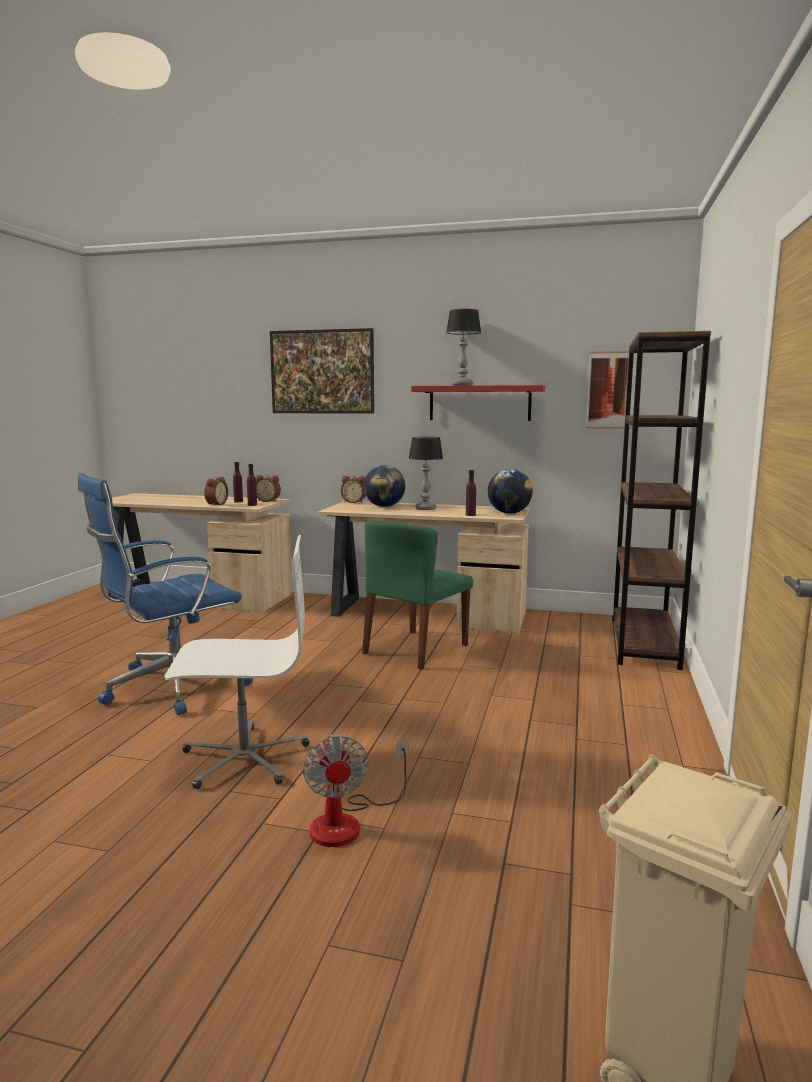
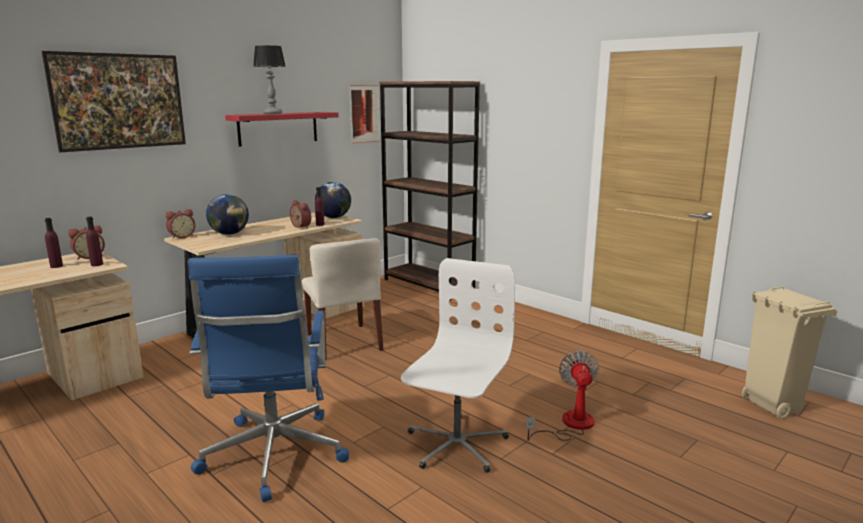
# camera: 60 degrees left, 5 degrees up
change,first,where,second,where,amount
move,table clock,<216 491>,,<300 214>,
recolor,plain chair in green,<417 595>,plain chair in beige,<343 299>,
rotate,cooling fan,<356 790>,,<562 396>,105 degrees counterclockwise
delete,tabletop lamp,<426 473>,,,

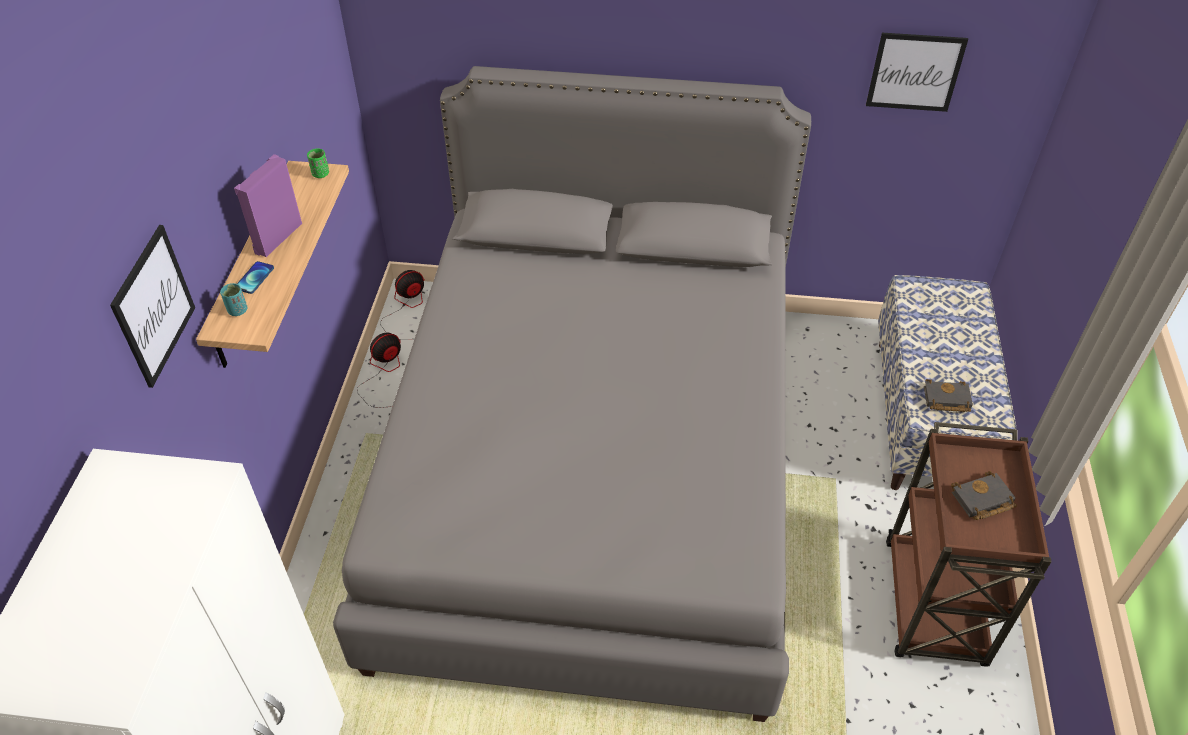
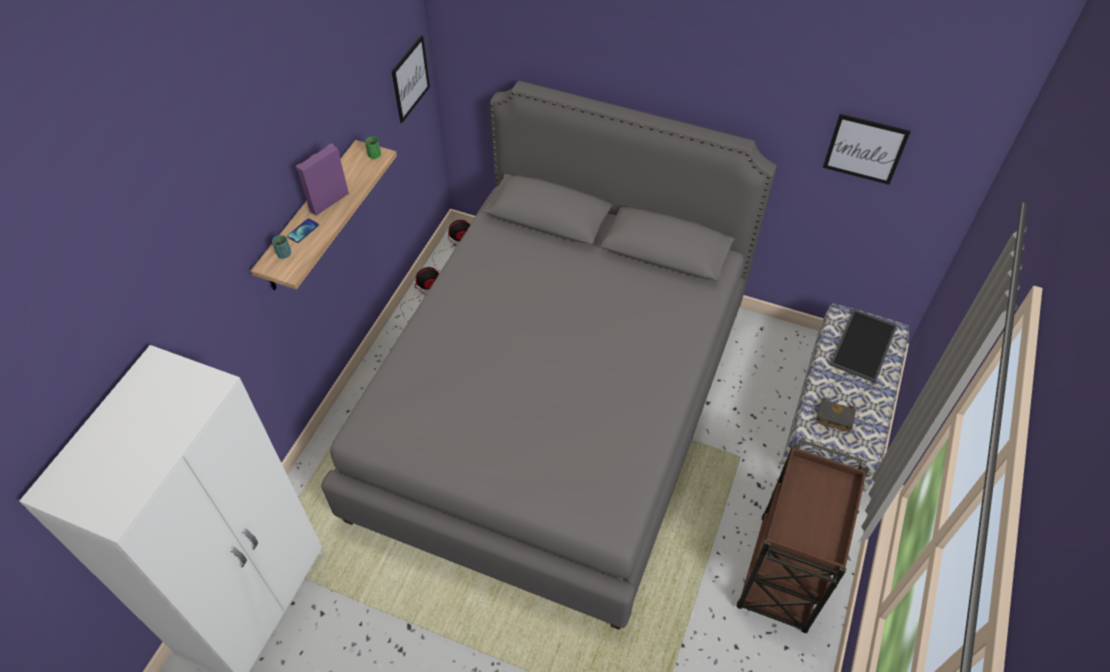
# camera: 15 degrees right, 5 degrees up
change,first,where,second,where,amount
move,picture,<152 306>,,<411 79>,
insert,,,tray,<864 346>,
delete,volume in blackish,<984 495>,,,

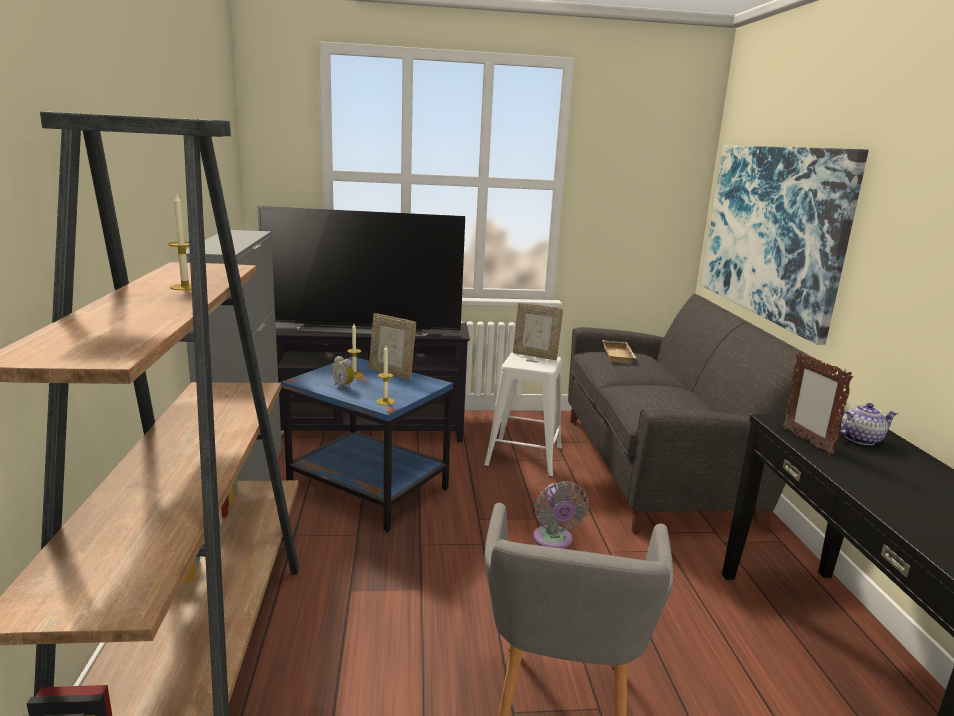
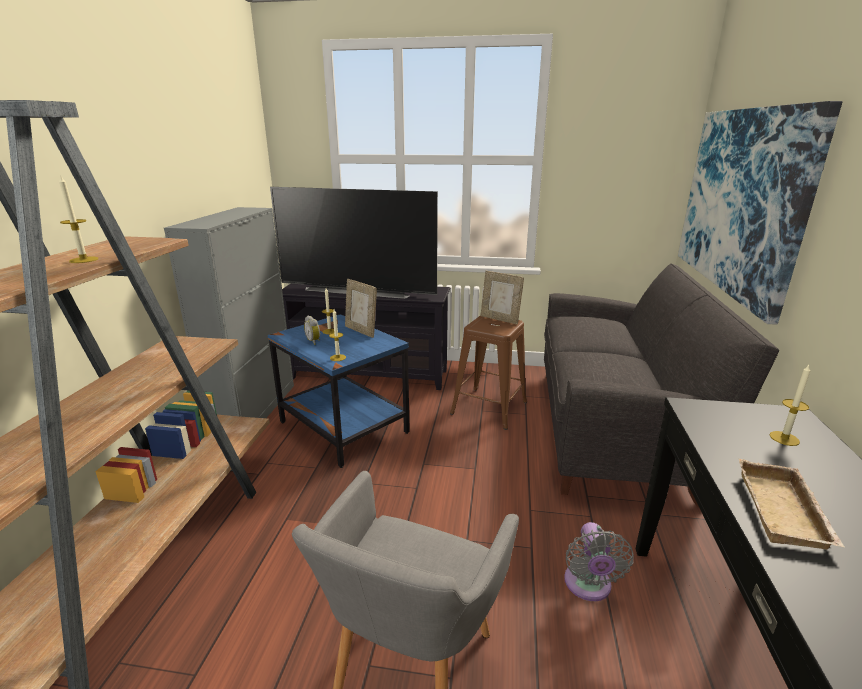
# camera: 15 degrees right, 5 degrees up
change,first,where,second,where,amount
recolor,sitting stool in whitish,<523 415>,sitting stool in brown-coloured,<488 372>,
move,cooling fan in greyish,<561 515>,,<599 561>,
move,tray in beige,<619 351>,,<792 504>,
replace,pot for tea,<868 424>,candle,<790 405>,
delete,standing frame,<818 403>,,,

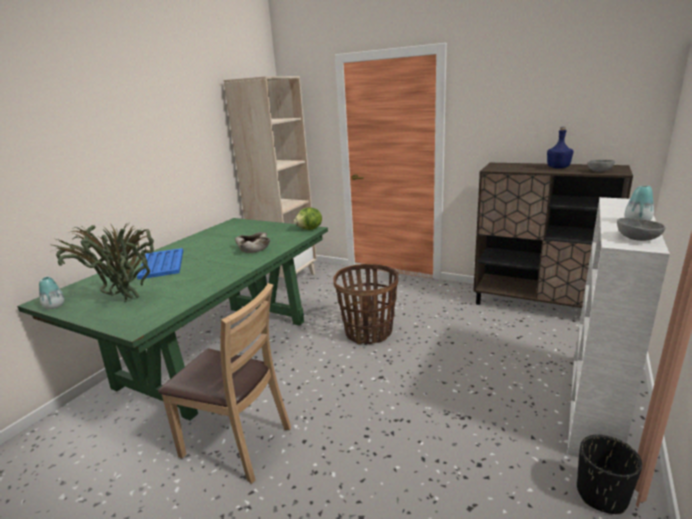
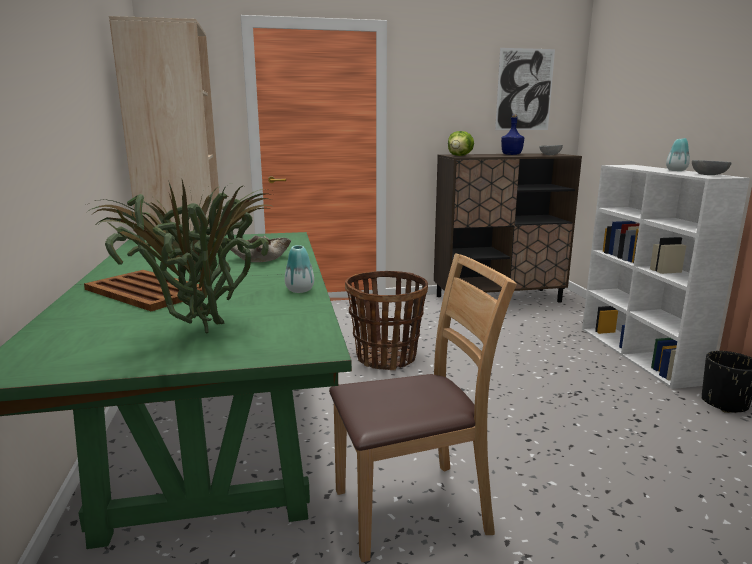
# camera: 40 degrees left, 5 degrees down
change,first,where,second,where,amount
recolor,tray in blue,<160 264>,tray in brown-coloured,<143 290>,
move,vase,<52 292>,,<299 269>,
move,lettuce,<308 218>,,<461 143>,
insert,,,picture,<525 89>,

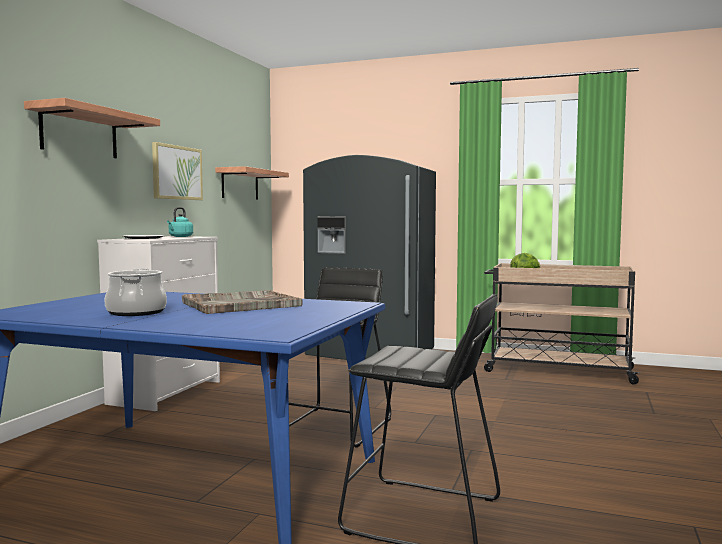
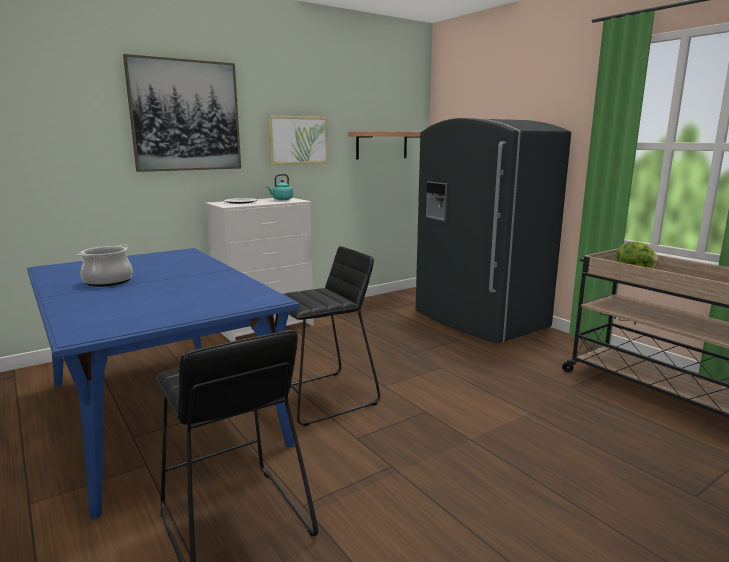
# camera: 35 degrees right, 10 degrees up
change,first,where,second,where,amount
replace,bracket shelf,<92 128>,picture,<182 113>,
delete,tray in greyish,<242 302>,,,

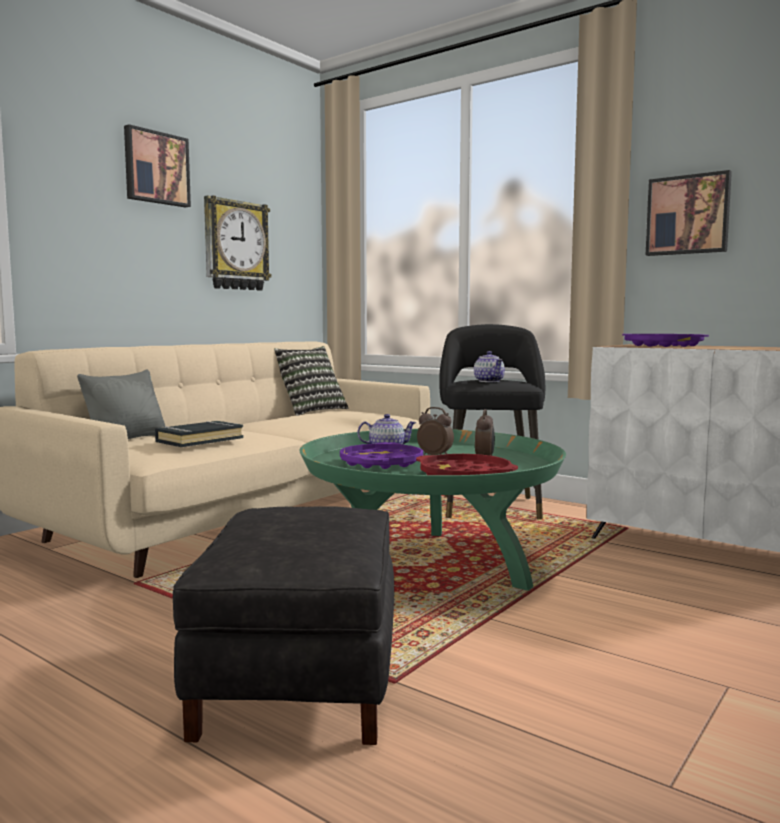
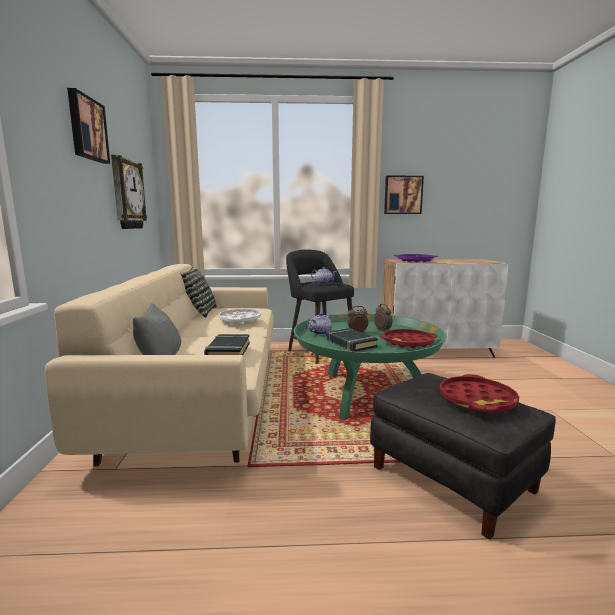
# camera: 40 degrees left, 5 degrees up
change,first,where,second,where,amount
insert,,,tray in whitish,<239 315>,
replace,tray in purple-coloured,<381 455>,volume in blackish,<352 340>,
insert,,,tray in red,<479 393>,

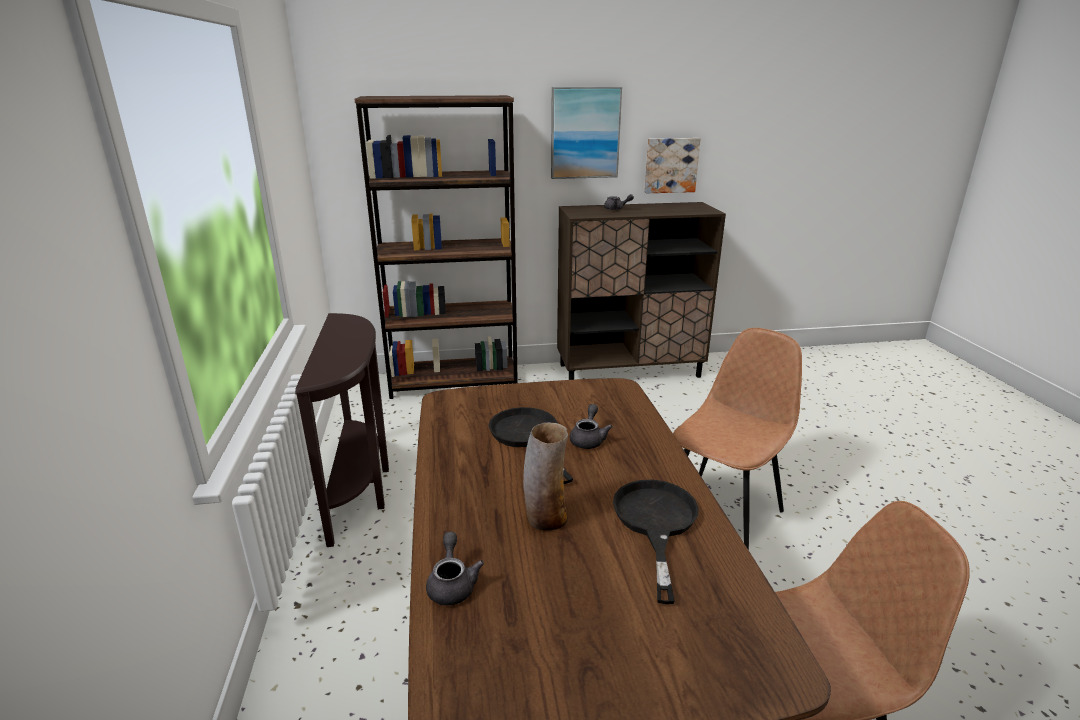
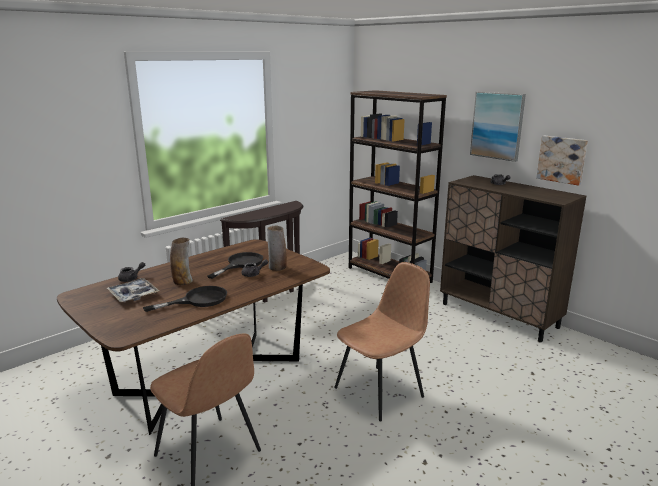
# camera: 55 degrees right, 5 degrees down
change,first,where,second,where,amount
insert,,,tray,<133 290>,
insert,,,vase,<277 248>,
rotate,plain chair in brown-coloured,<737 439>,,<382 341>,45 degrees counterclockwise

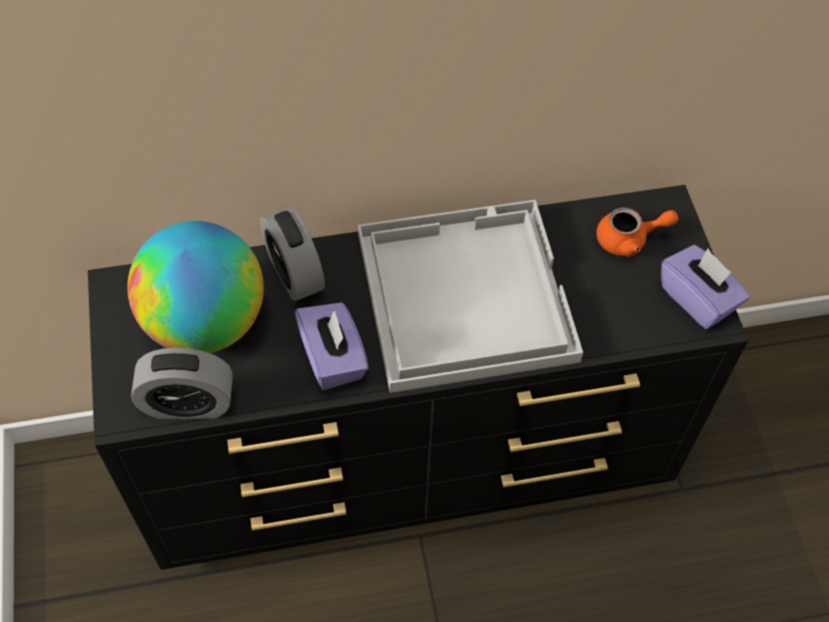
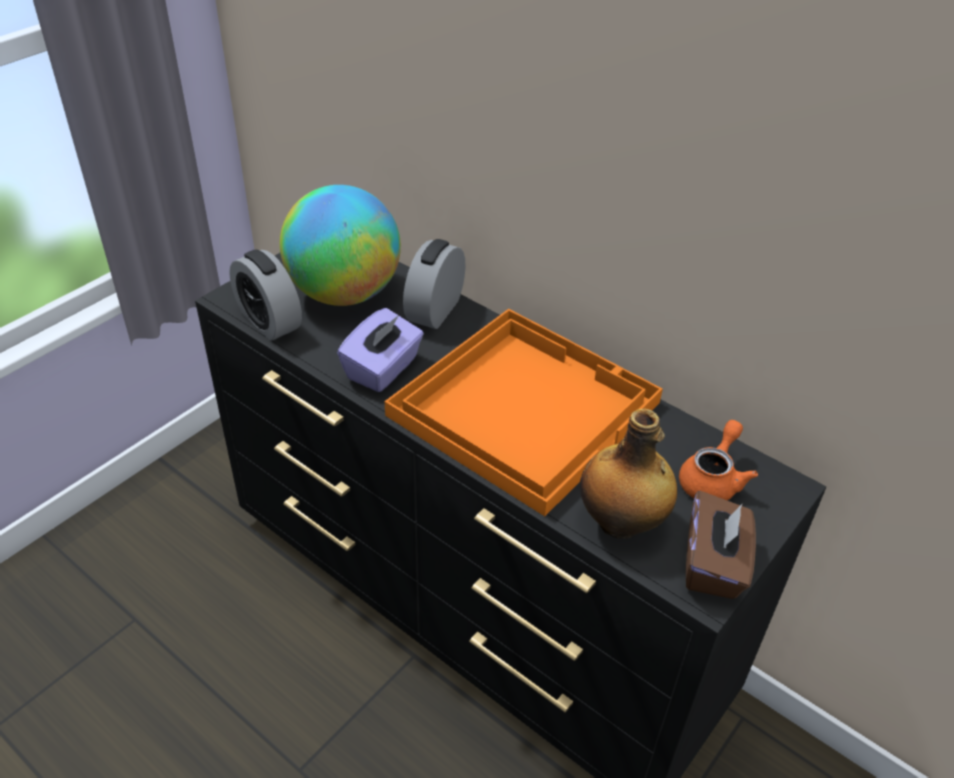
# camera: 50 degrees right, 15 degrees down
change,first,where,second,where,amount
recolor,tray in whitish,<470 296>,tray in orange,<524 412>,
insert,,,beverage bottle,<628 473>,
rotate,pot for tea in orange,<637 232>,,<718 460>,105 degrees counterclockwise
recolor,box of tissues in purple-coloured,<705 287>,box of tissues in brown-coloured,<721 545>,

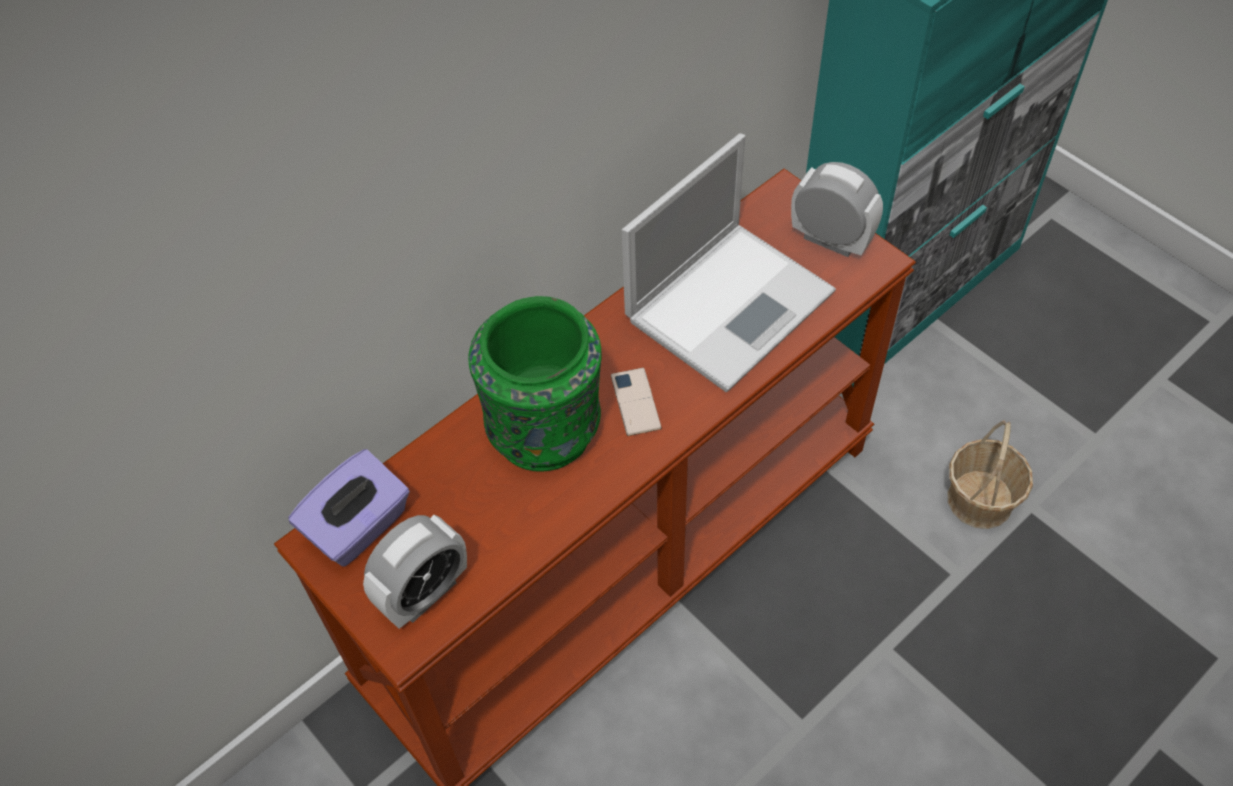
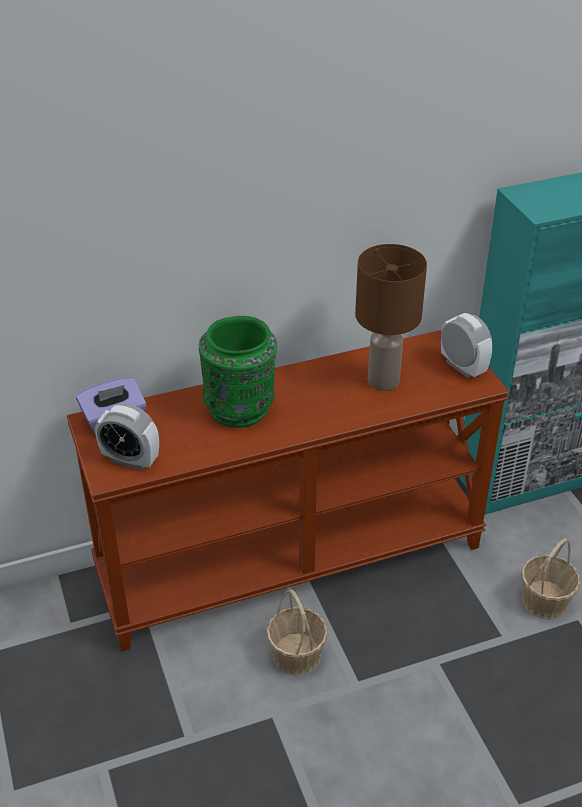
# camera: 20 degrees right, 15 degrees down
change,first,where,second,where,amount
rotate,table clock,<415 572>,,<127 436>,45 degrees clockwise
insert,,,storage basket,<297 633>,
replace,notebook computer,<729 262>,tabletop lamp in brown-coloured,<391 317>,
delete,handset,<636 402>,,,

